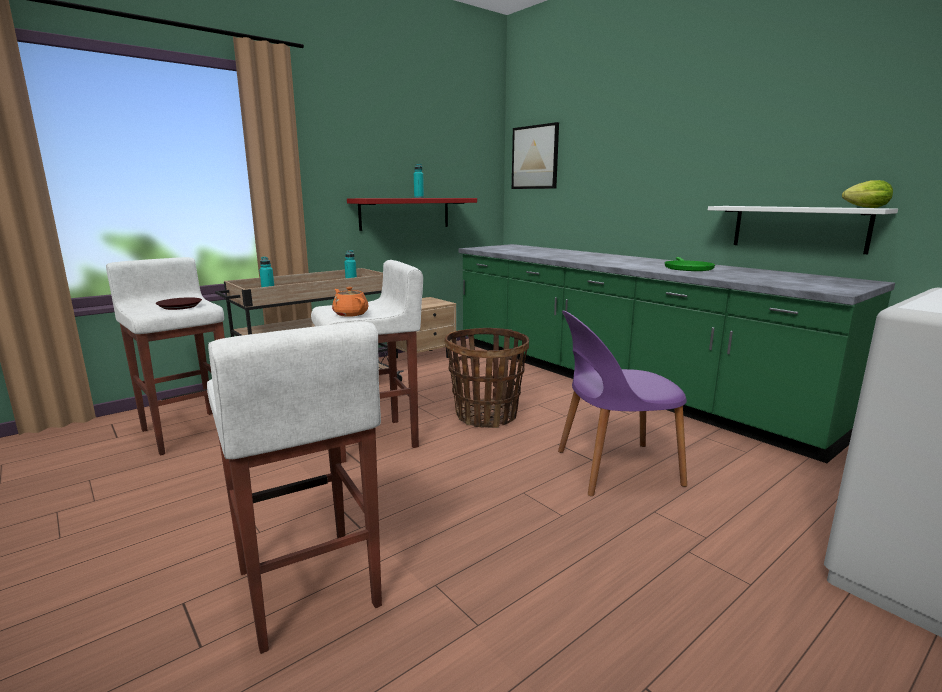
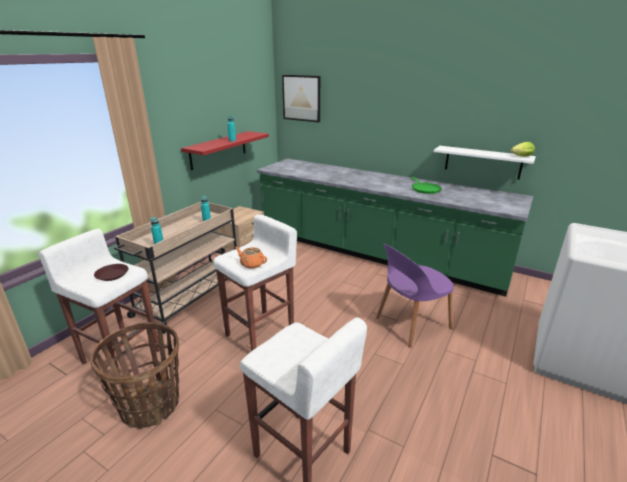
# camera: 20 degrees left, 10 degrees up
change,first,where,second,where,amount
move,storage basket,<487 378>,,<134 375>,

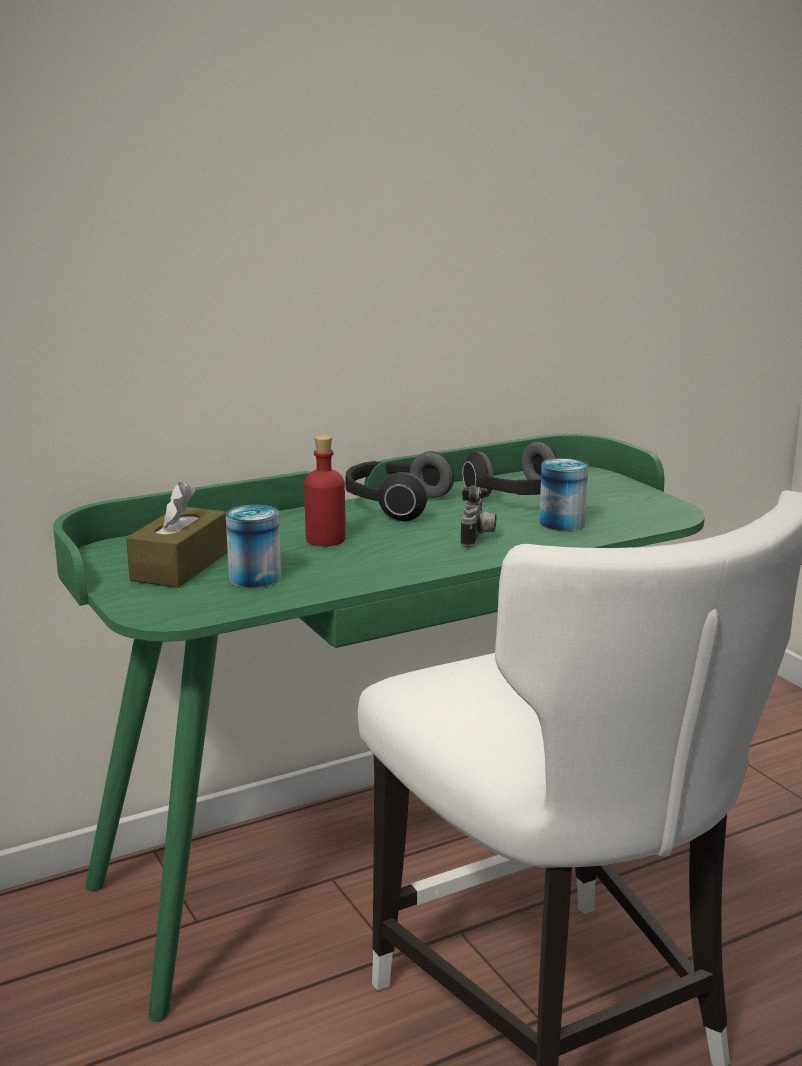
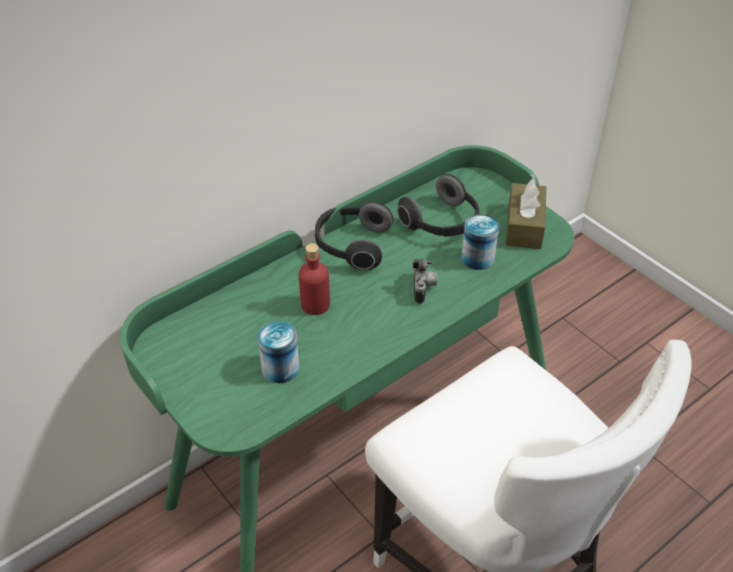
# camera: 10 degrees left, 25 degrees up
change,first,where,second,where,amount
move,box of tissues in brown-coloured,<176 535>,,<526 214>,

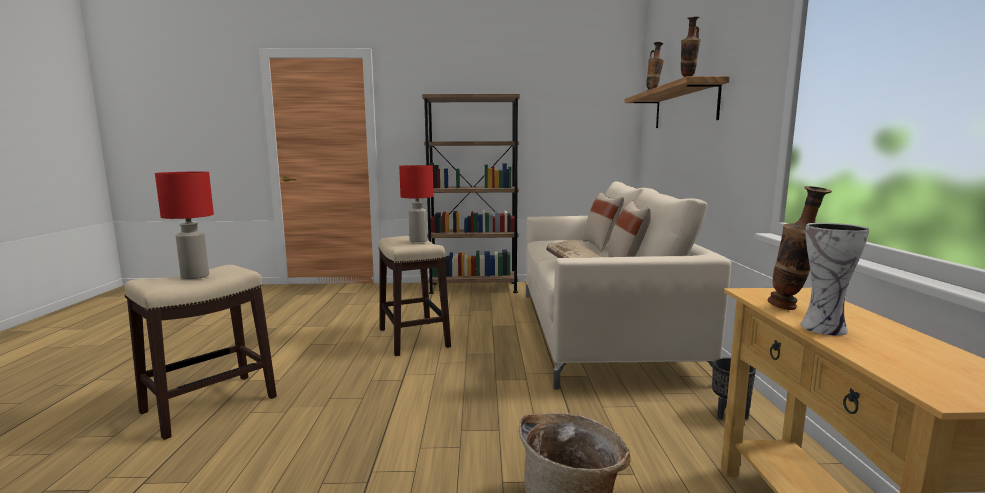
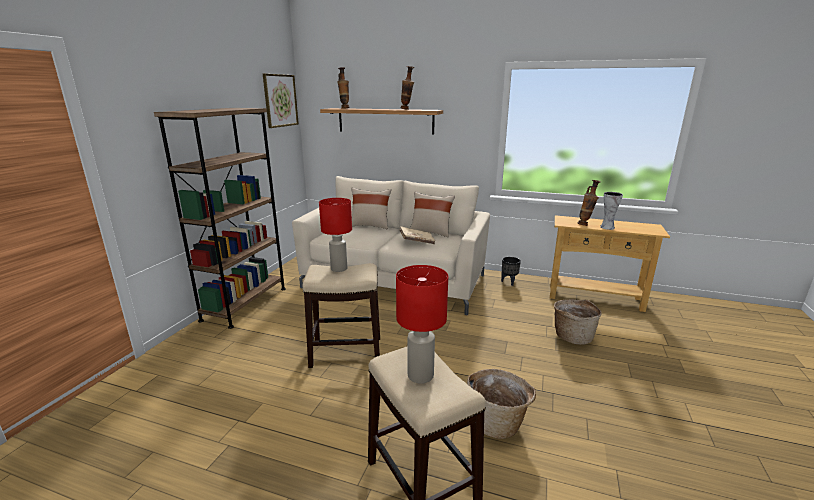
# camera: 70 degrees left, 10 degrees up
change,first,where,second,where,amount
insert,,,picture,<281 101>,
insert,,,storage basket,<501 404>,

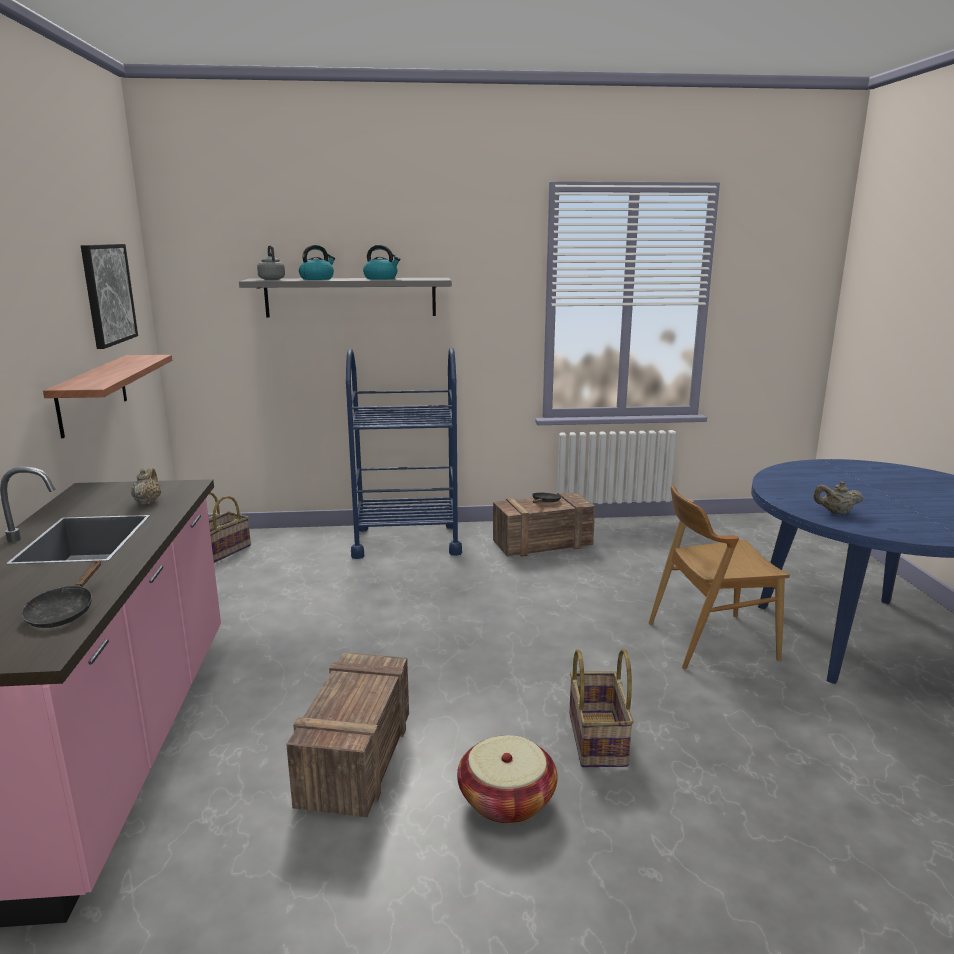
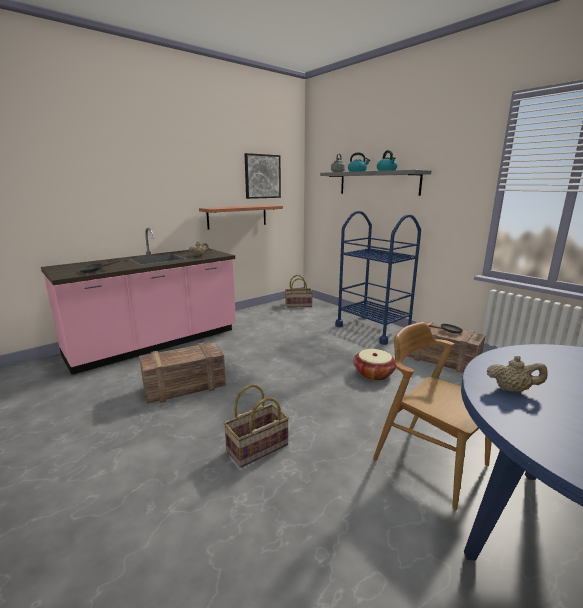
# camera: 55 degrees right, 0 degrees up
change,first,where,second,where,amount
move,storage basket,<507 779>,,<374 365>,
rotate,pot for tea in beige,<838 498>,,<517 374>,135 degrees clockwise

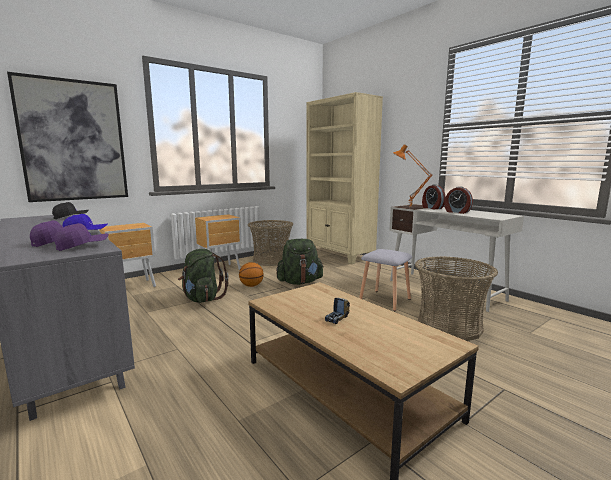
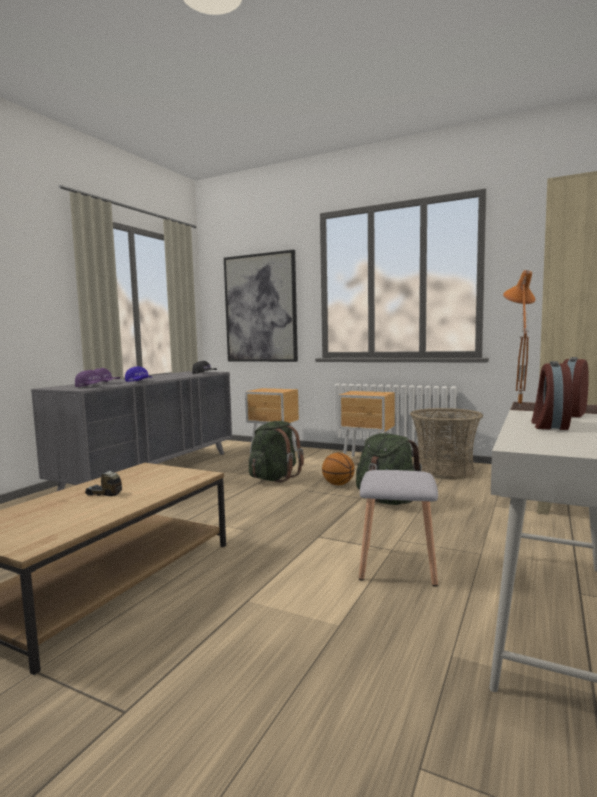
# camera: 65 degrees right, 5 degrees down
change,first,where,second,where,amount
delete,storage basket,<456 298>,,,

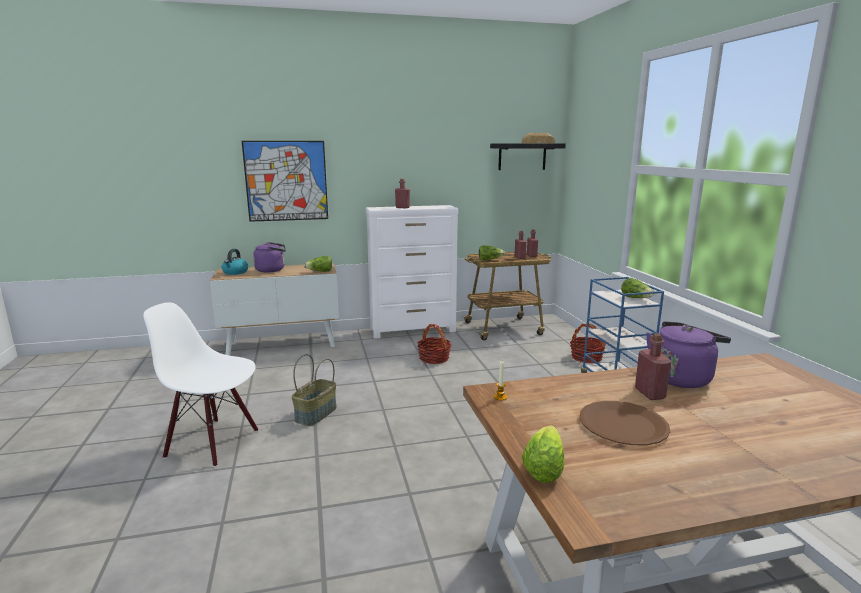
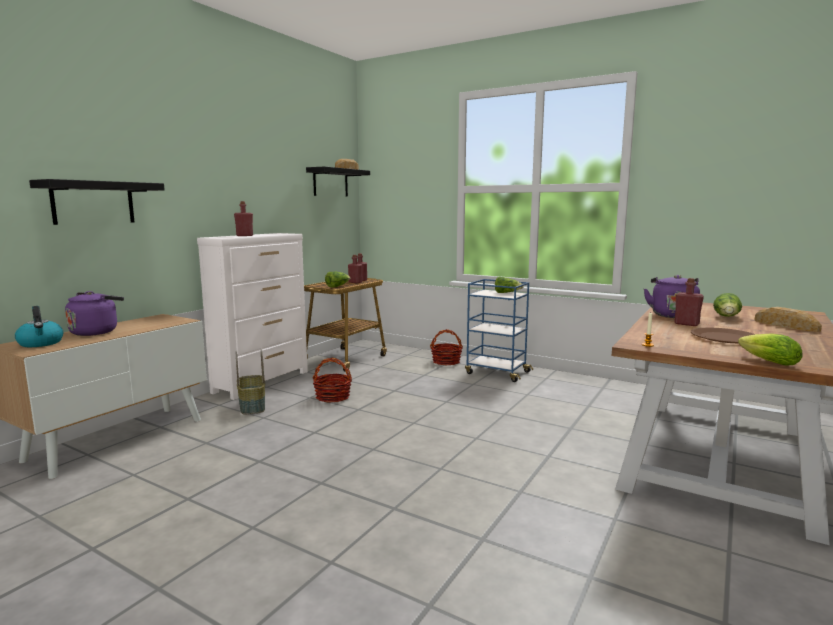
# camera: 45 degrees left, 5 degrees down
change,first,where,second,where,amount
replace,picture,<285 181>,bracket shelf in blackish,<97 202>,
move,storage basket,<314 390>,,<250 381>,
move,lettuce,<318 264>,,<727 305>,
insert,,,bread,<788 319>,
delete,plain chair in whitish,<201 384>,,,

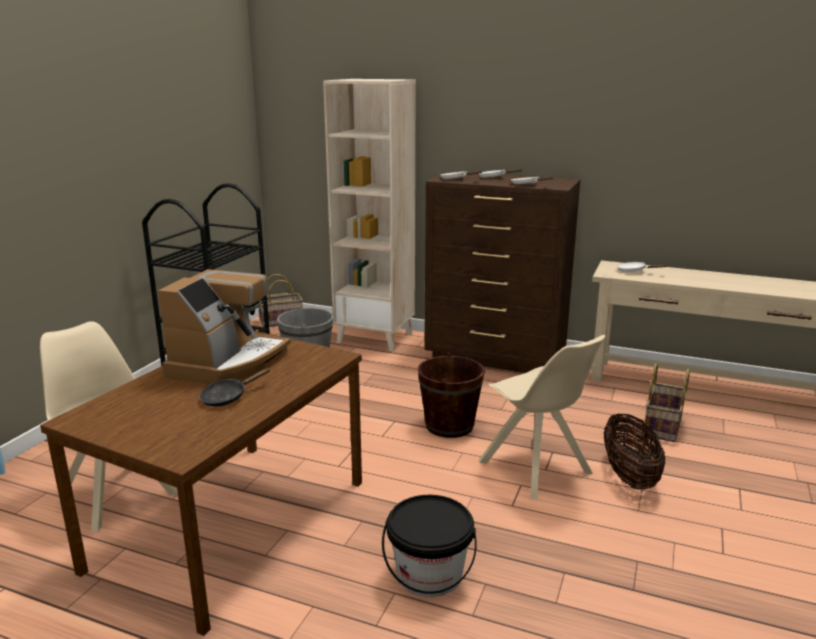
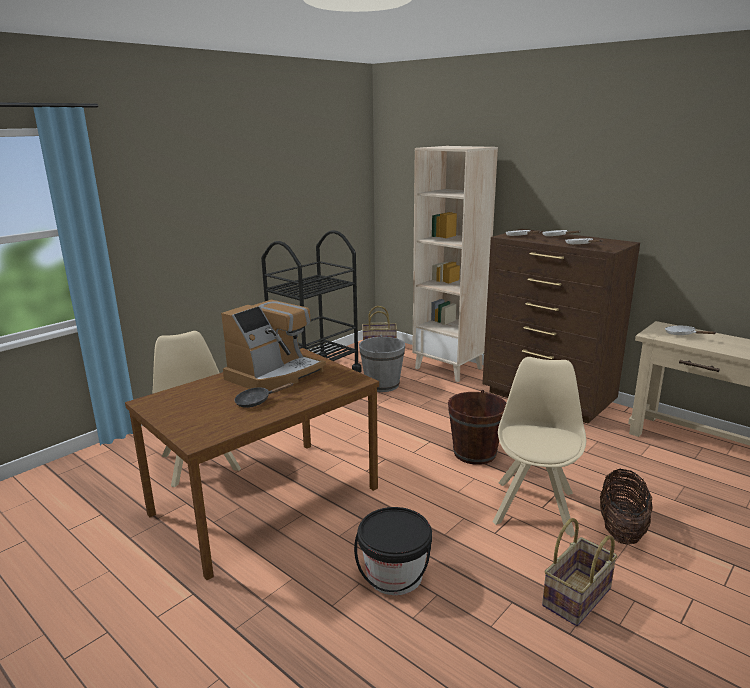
# camera: 20 degrees right, 0 degrees up
change,first,where,second,where,amount
rotate,plain chair in beige,<542 417>,,<539 447>,150 degrees counterclockwise
move,storage basket,<666 402>,,<580 572>,

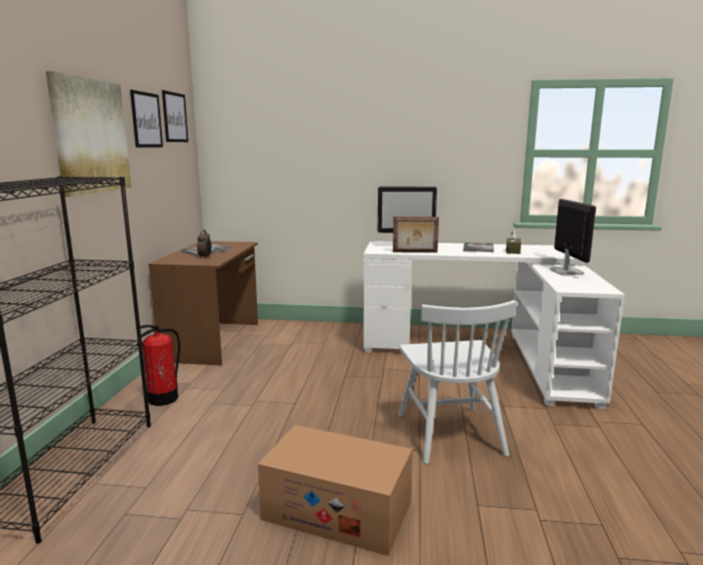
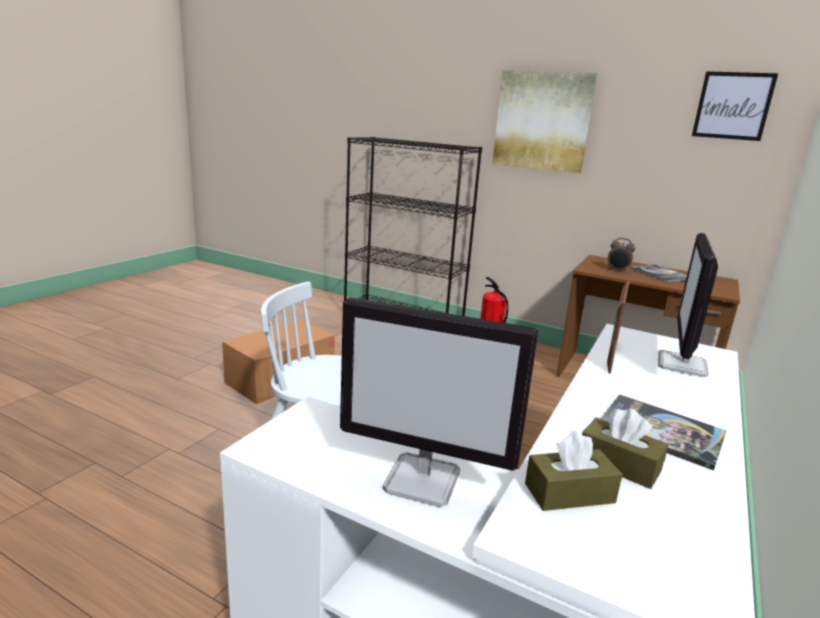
# camera: 110 degrees right, 5 degrees up
change,first,where,second,where,amount
insert,,,box of tissues in brown-coloured,<574 472>,
delete,picture,<146 119>,,,

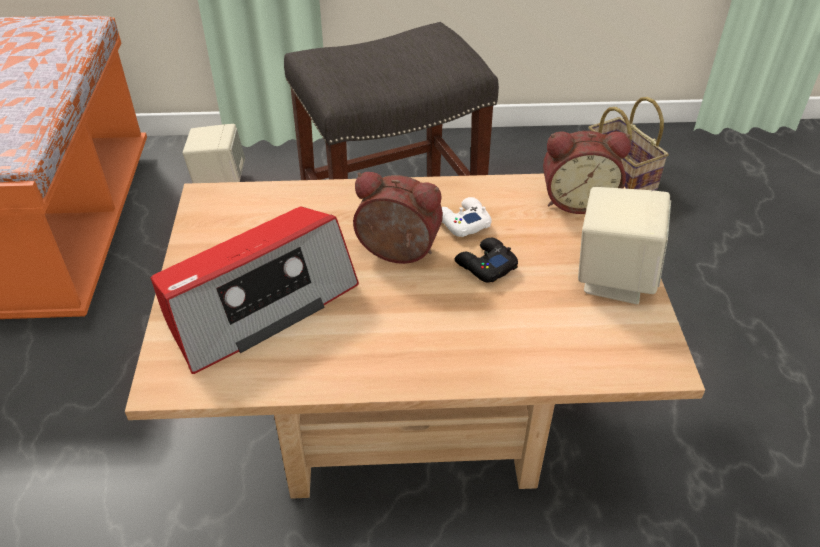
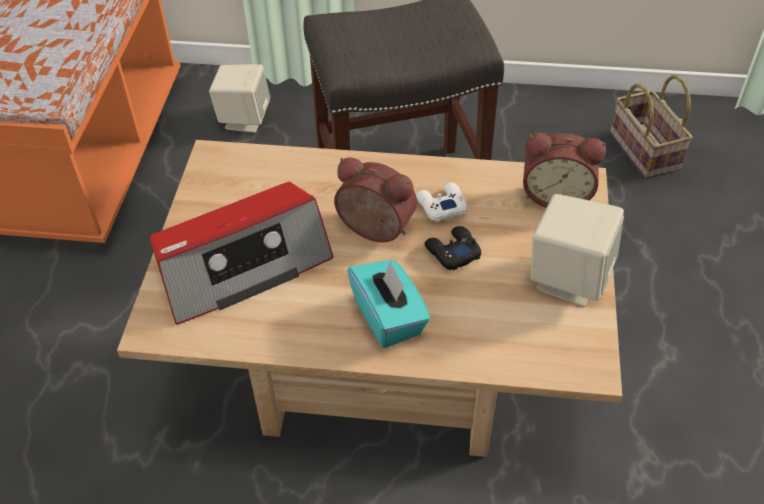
# camera: 10 degrees right, 5 degrees up
change,first,where,second,where,amount
insert,,,box of tissues in turquoise,<388 303>,

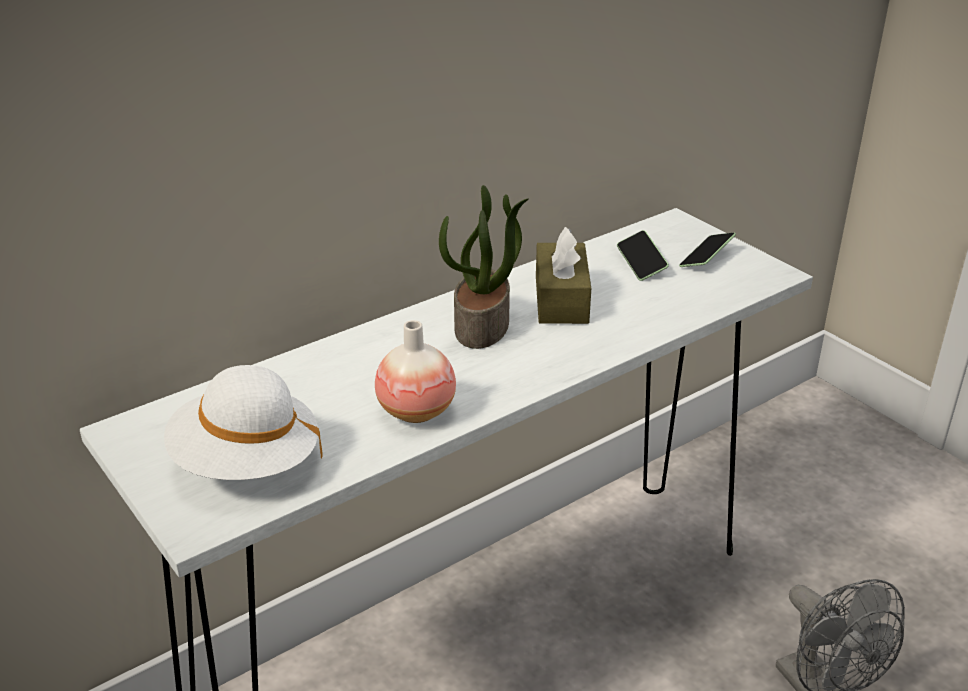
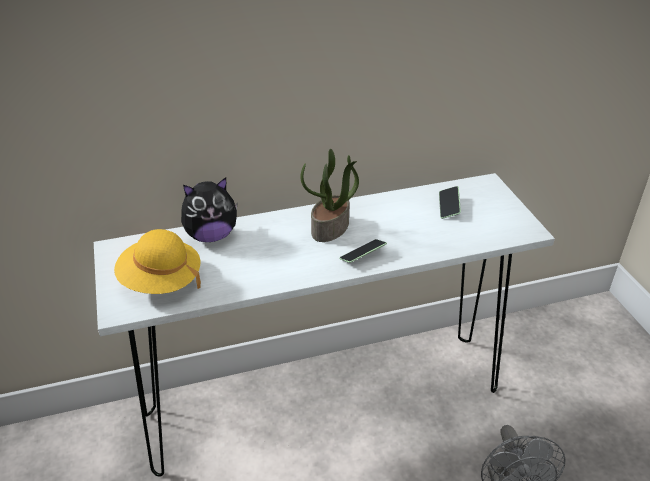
# camera: 20 degrees right, 5 degrees up
change,first,where,second,where,amount
recolor,clothing hat in whitish,<243 422>,clothing hat in yellow,<157 261>,
insert,,,cuddly toy,<209 209>,
move,handset,<707 249>,,<363 251>,
delete,vase,<415 371>,,,
delete,box of tissues in brown-coloured,<563 275>,,,

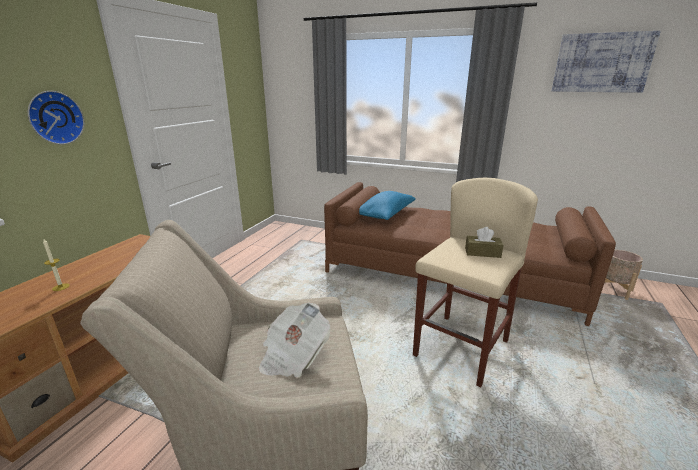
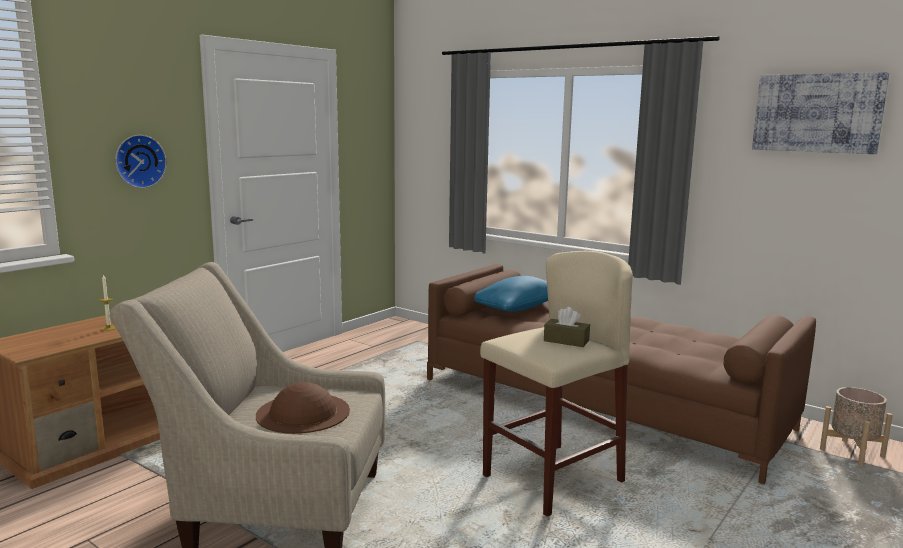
# camera: 15 degrees right, 10 degrees down
change,first,where,second,where,amount
replace,newspaper,<294 340>,clothing hat in brown-coloured,<303 408>,

